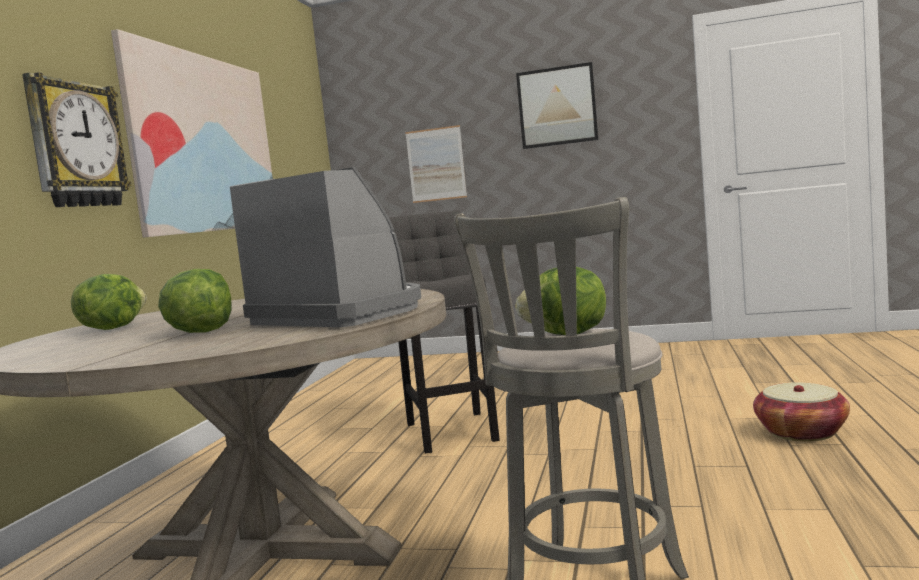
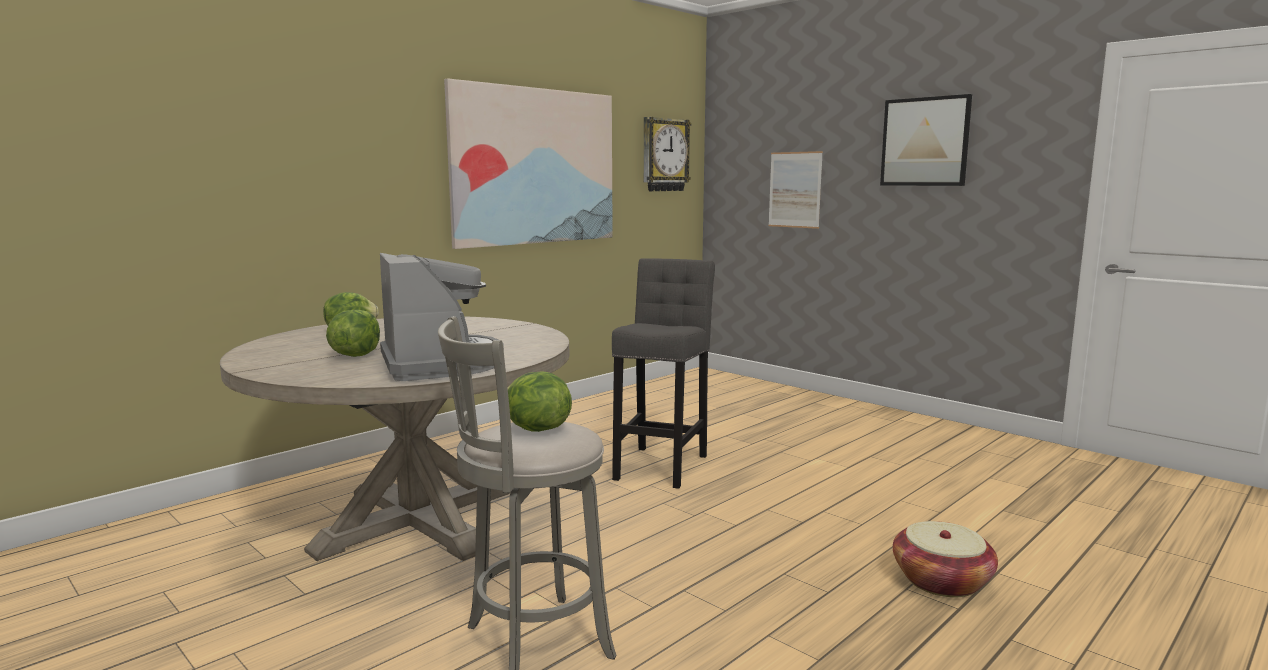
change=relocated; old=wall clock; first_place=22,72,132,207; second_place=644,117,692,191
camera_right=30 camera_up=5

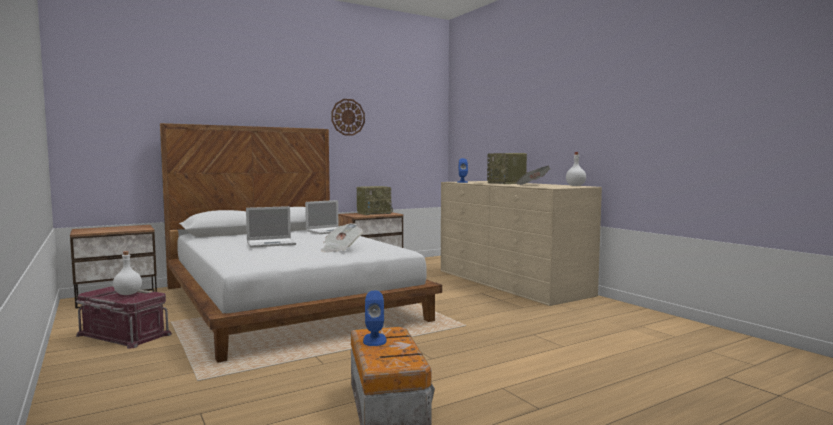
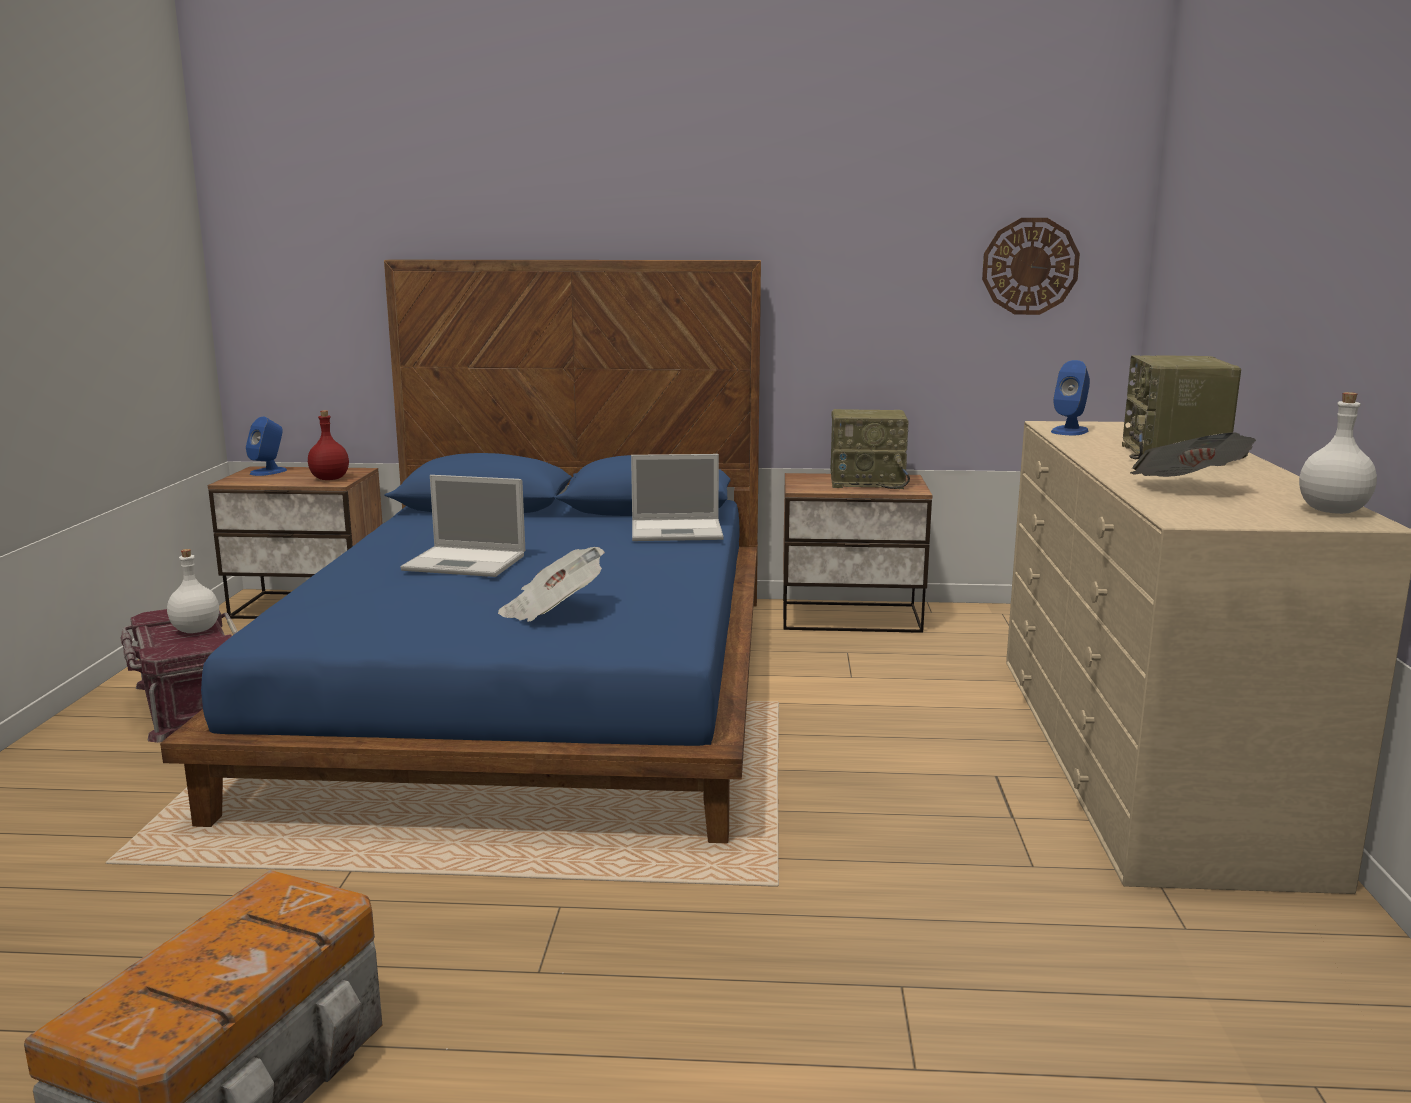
change=colour; old=bed/white; new=bed/blue; first_place=160,123,442,363; second_place=160,260,761,843
change=relocated; old=speaker/blue; first_place=363,290,386,346; second_place=246,417,287,476
change=appeared; new=bottle/red; second_place=308,410,349,480
change=relocated; old=wall clock; first_place=331,99,365,136; second_place=982,218,1080,315
camera_right=35 camera_up=10

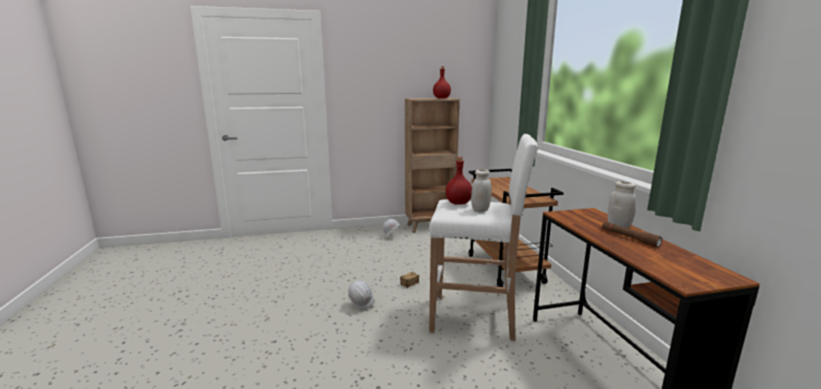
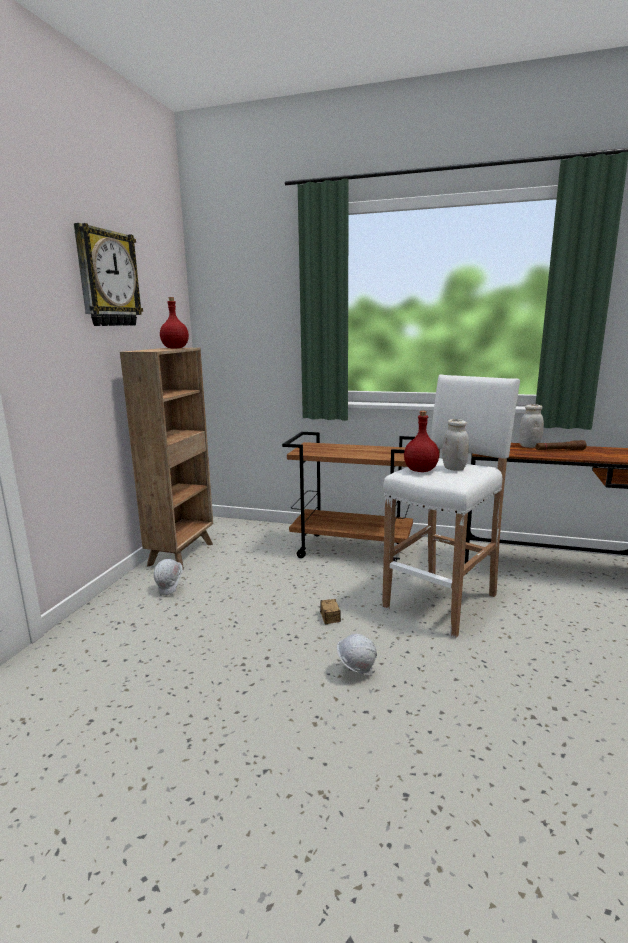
change=appeared; new=wall clock; second_place=74,223,143,326
camera_right=-60 camera_up=0

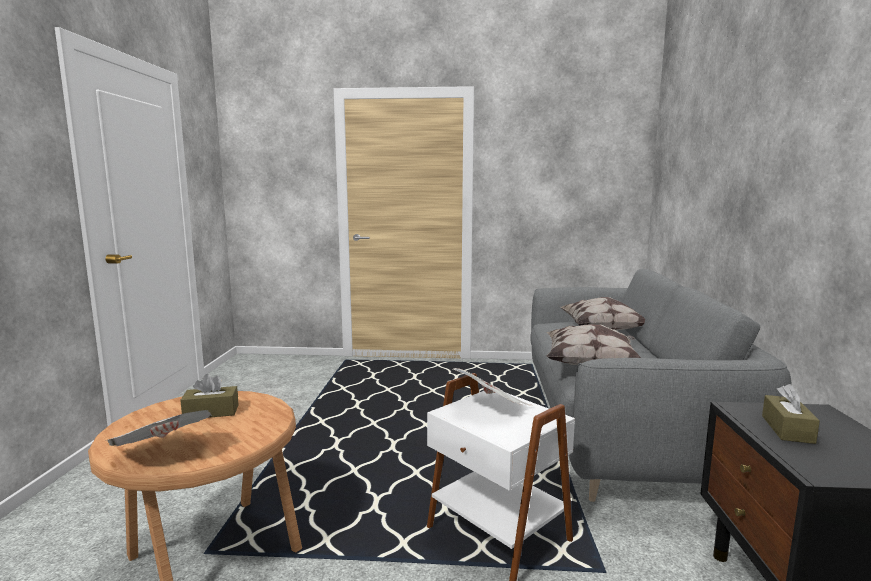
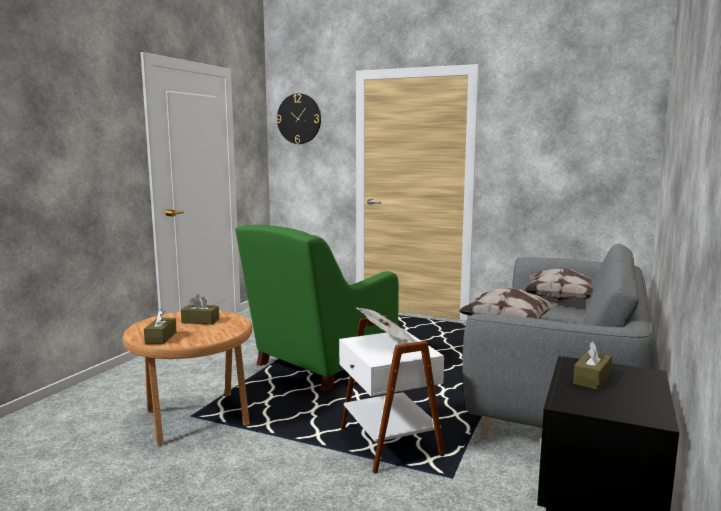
change=exchanged; old=newspaper; new=tissue box/brown; first_place=106,410,212,447; second_place=144,308,177,344
change=appeared; new=armchair/green; second_place=235,225,399,392
change=appeared; new=wall clock; second_place=276,93,321,144
camera_right=20 camera_up=0

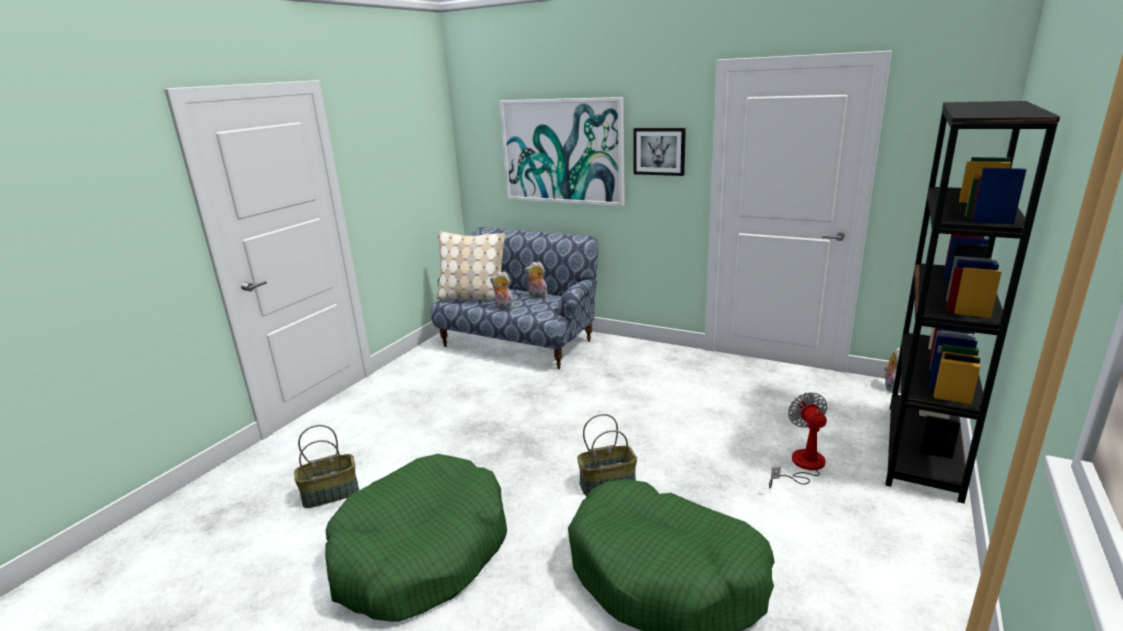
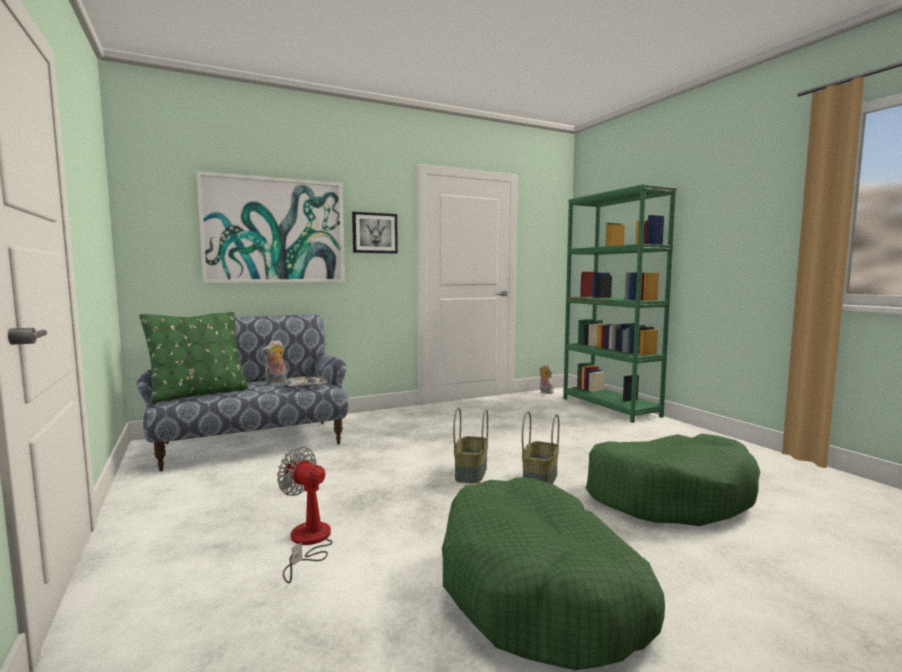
change=colour; old=pillow/beige; new=pillow/green; first_place=436,231,505,301; second_place=139,312,249,403
change=relocated; old=fan; first_place=769,392,828,489; second_place=277,447,333,584
change=appeared; new=tray; second_place=284,376,328,388
change=relocated; old=basket; first_place=294,425,359,508; second_place=453,407,488,484
change=colour; old=bookcase/black; new=bookcase/green; first_place=885,101,1060,504; second_place=563,184,677,423
change=missing; old=plush toy; first_place=490,271,514,310
camera_right=-55 camera_up=-15

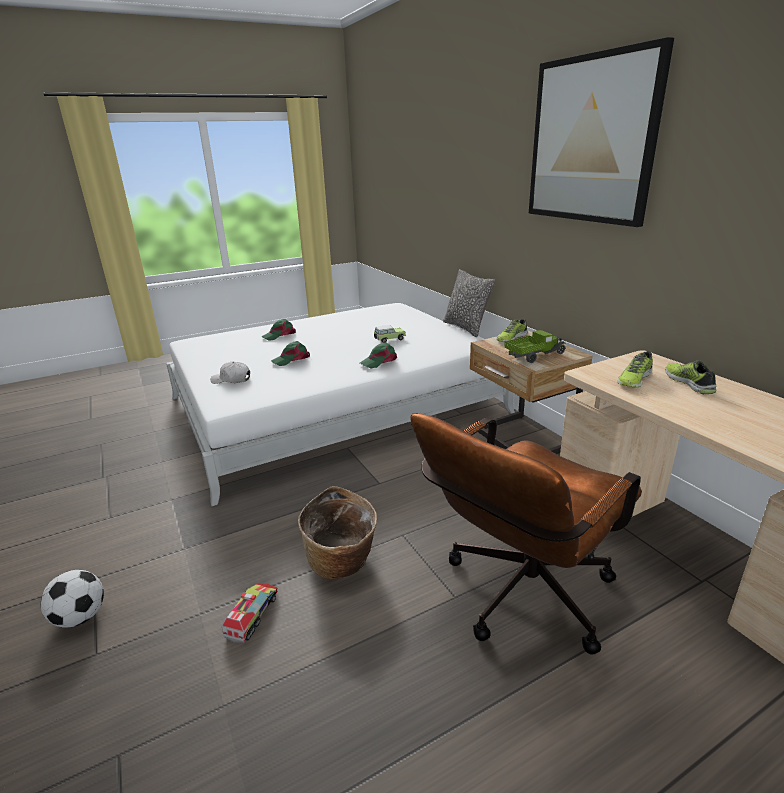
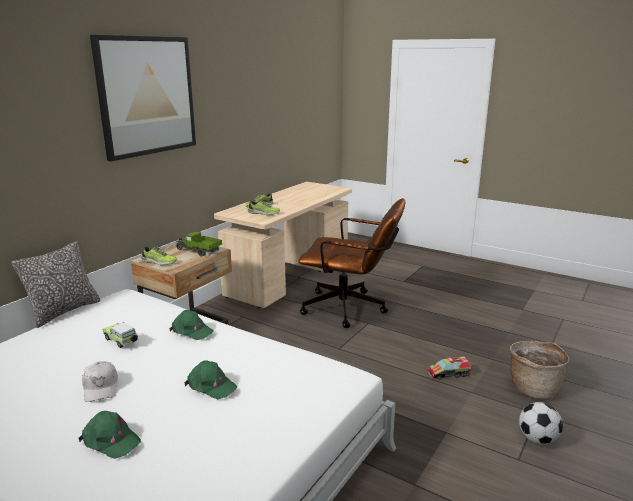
change=relocated; old=cap/white; first_place=210,361,250,384; second_place=82,361,118,402
change=relocated; old=basket; first_place=298,486,377,579; second_place=510,341,570,399
camera_right=-120 camera_up=-5

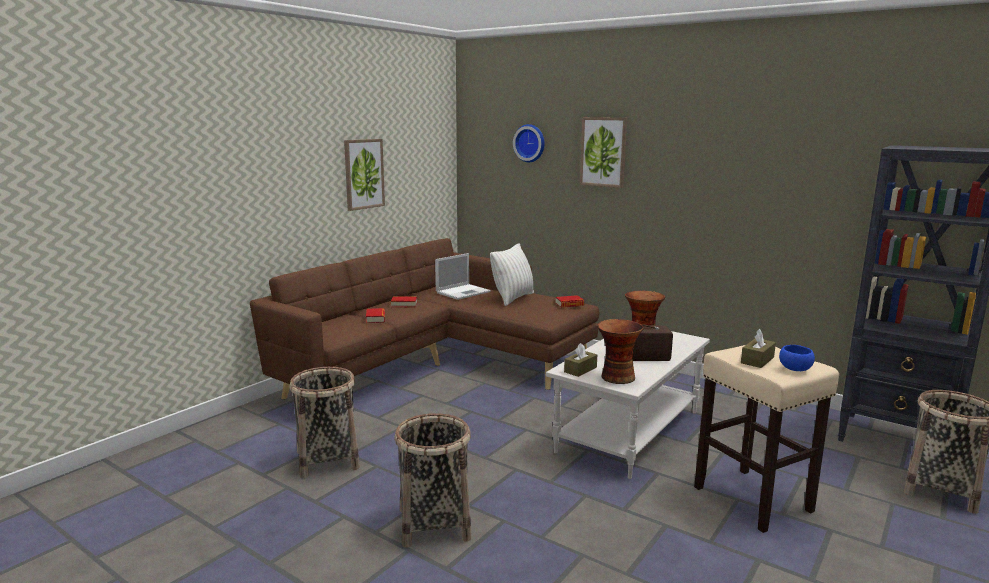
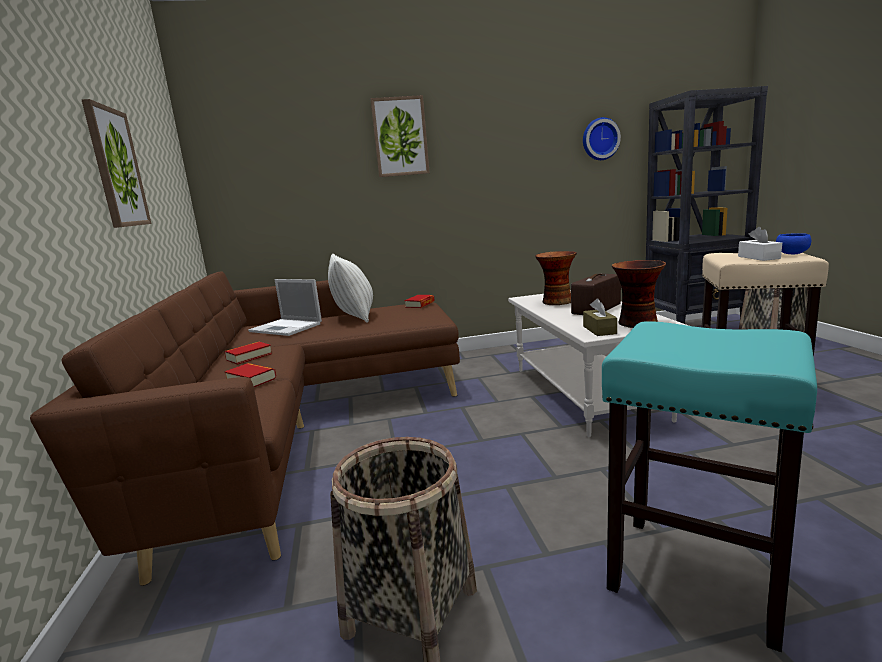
change=spun; old=laptop; first_place=435,253,491,300; second_place=248,279,322,336; degrees=120
change=relocated; old=wall clock; first_place=513,124,545,162; second_place=583,117,621,160
change=exchanged; old=basket; new=stool/turquoise; first_place=394,413,472,548; second_place=602,321,817,652
change=colour; old=tissue box/brown; new=tissue box/white; first_place=741,329,776,368; second_place=738,227,782,261
camera_right=-45 camera_up=0

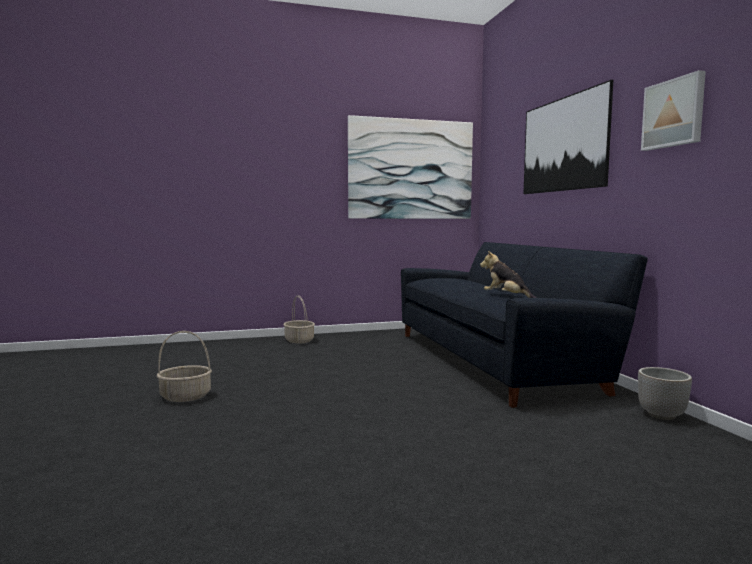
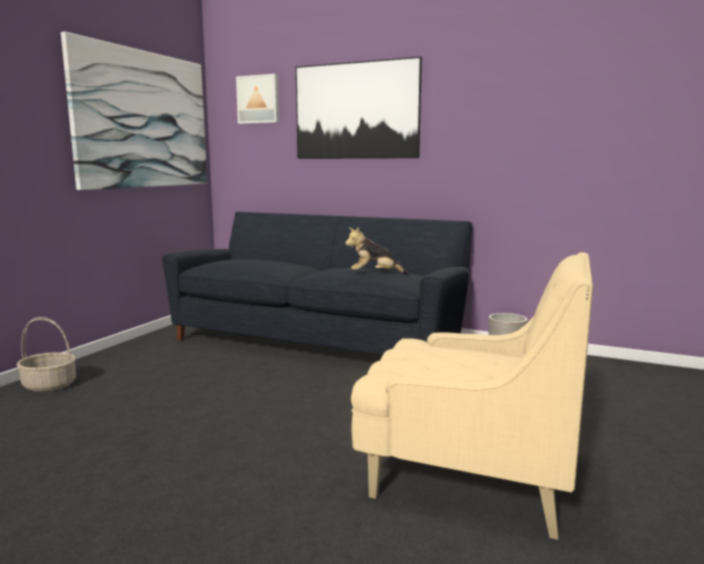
change=relocated; old=picture; first_place=641,70,706,151; second_place=236,74,279,124
change=appeared; new=armchair/beige; second_place=351,252,593,540
change=missing; old=basket; first_place=157,331,212,402
camera_right=-50 camera_up=5

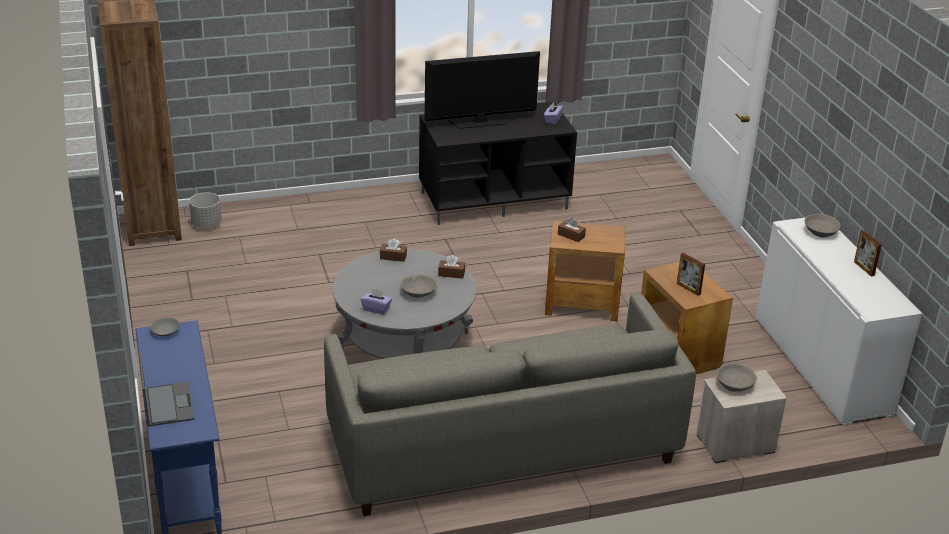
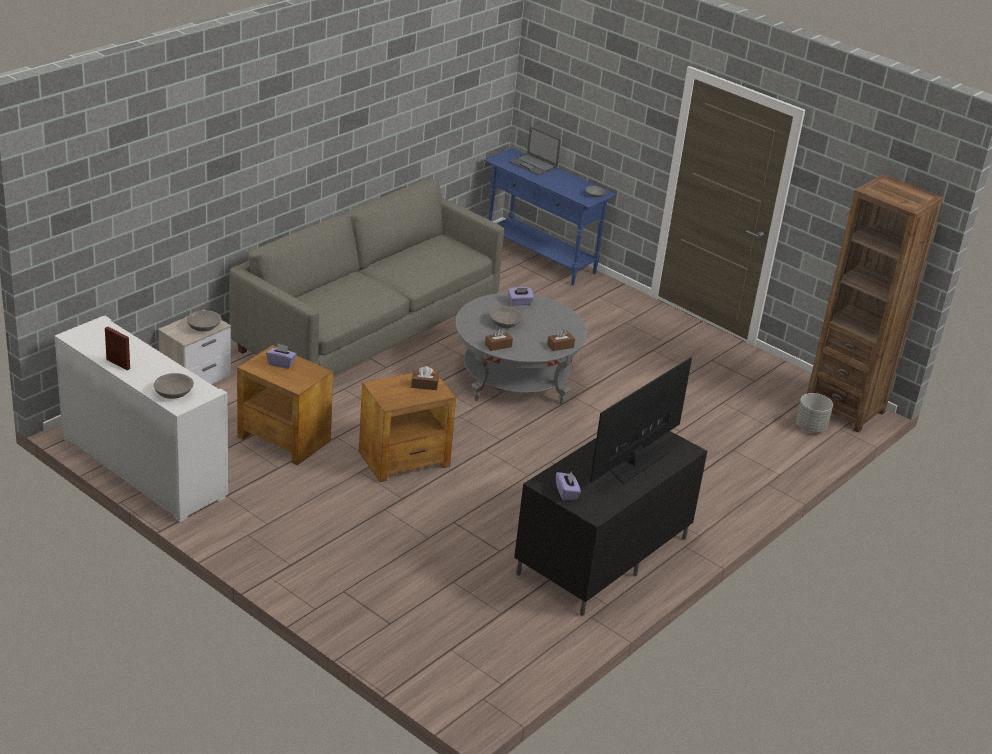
change=exchanged; old=picture frame; new=tissue box/purple; first_place=677,253,705,296; second_place=266,344,297,369
camera_right=145 camera_up=0

